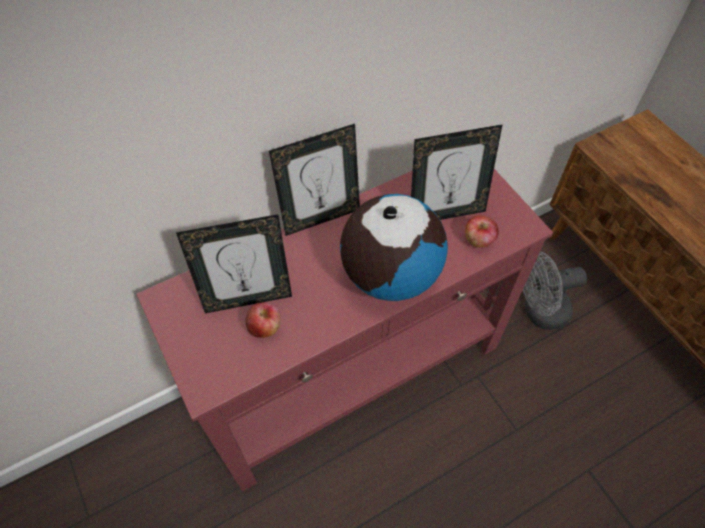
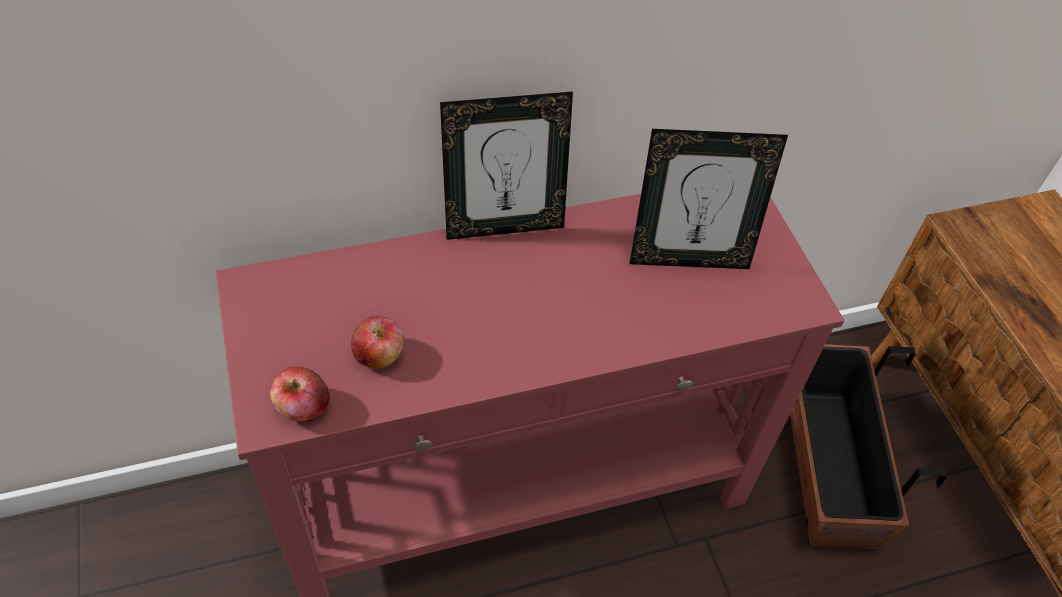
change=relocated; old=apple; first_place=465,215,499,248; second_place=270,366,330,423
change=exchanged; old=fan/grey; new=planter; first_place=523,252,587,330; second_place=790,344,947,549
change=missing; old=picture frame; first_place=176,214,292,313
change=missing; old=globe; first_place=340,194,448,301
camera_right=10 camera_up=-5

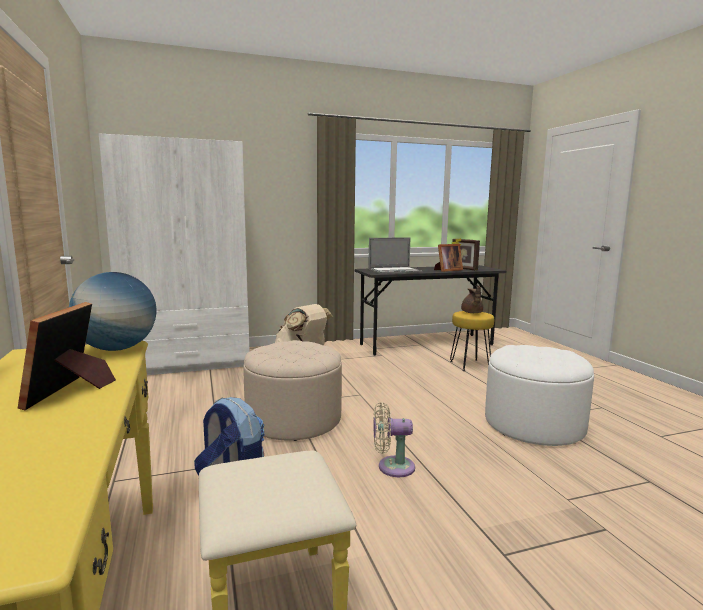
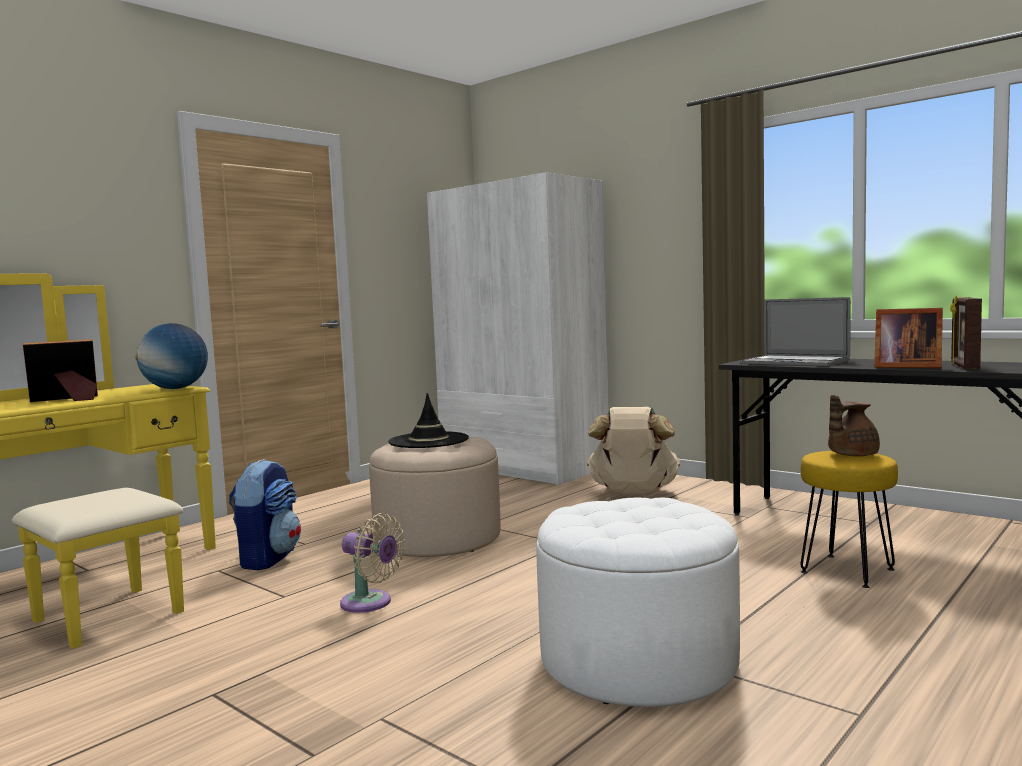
change=spun; old=fan/beige; first_place=373,402,415,477; second_place=340,513,405,613; degrees=150
change=appeared; new=hat/black; second_place=388,393,469,448
camera_right=60 camera_up=-5

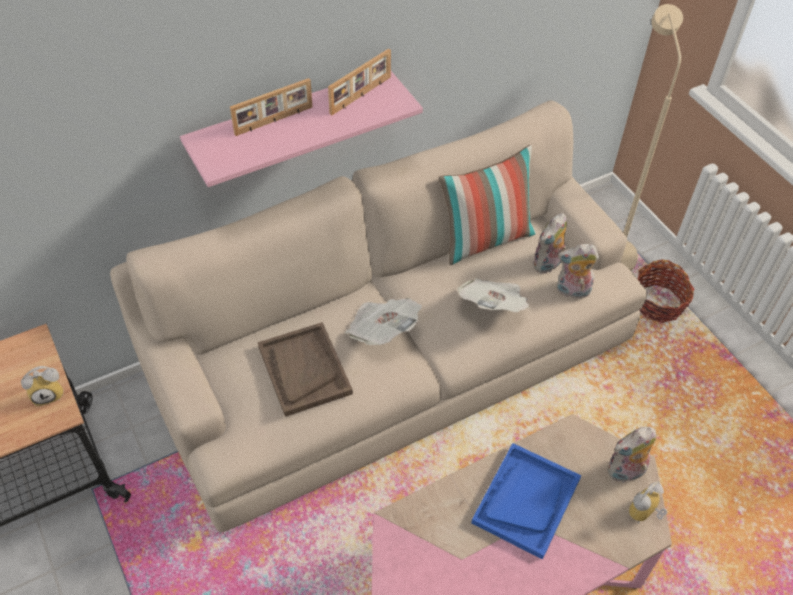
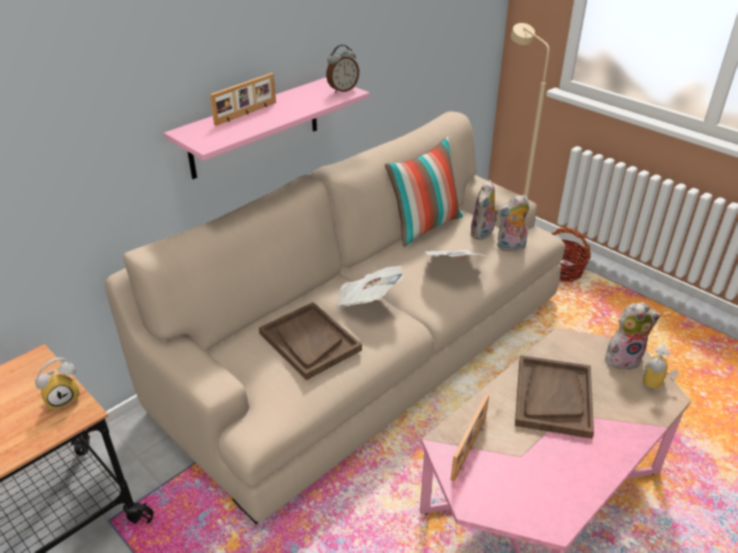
change=appeared; new=alarm clock; second_place=326,45,359,93
change=relocated; old=picture frame; first_place=328,49,391,115; second_place=451,394,489,482
change=colour; old=tray/blue; new=tray/brown; first_place=471,443,581,560; second_place=515,355,594,439
change=spun; old=plush toy; first_place=608,427,656,483; second_place=605,303,661,370; degrees=-150
camera_right=-15 camera_up=-15

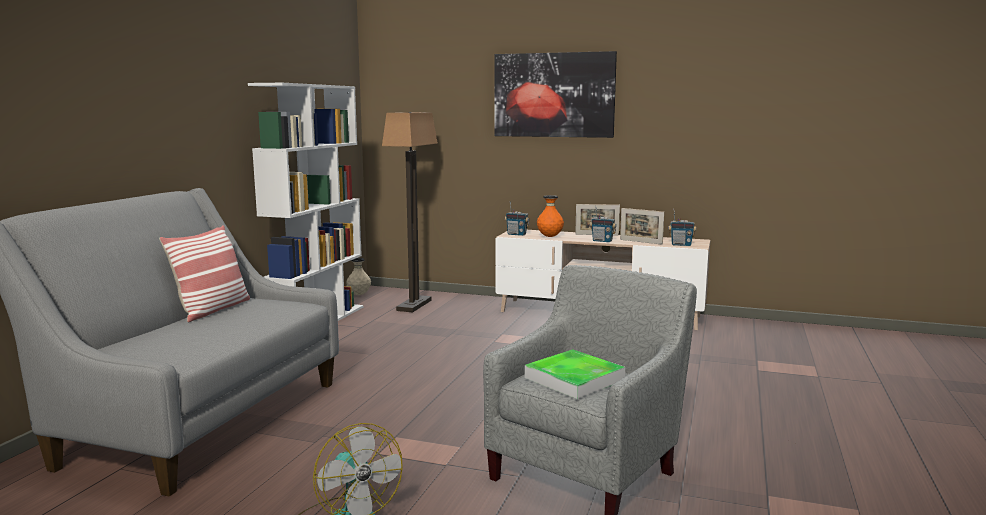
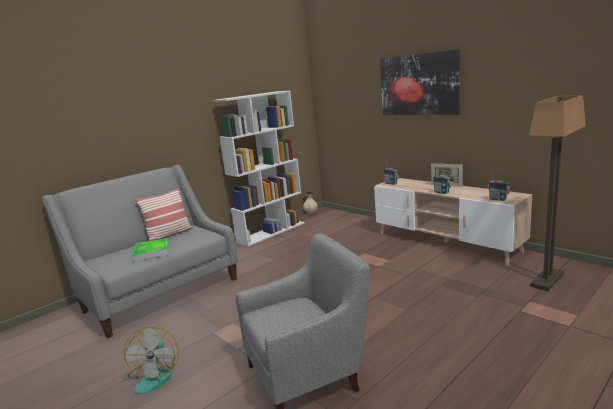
change=relocated; old=tray; first_place=525,349,625,399; second_place=131,238,170,261
change=relocated; old=floor lamp; first_place=382,112,438,313; second_place=529,95,586,291
change=missing; old=vase/orange; first_place=537,195,564,237
change=missing; old=picture frame; first_place=620,208,664,245
camera_right=30 camera_up=5

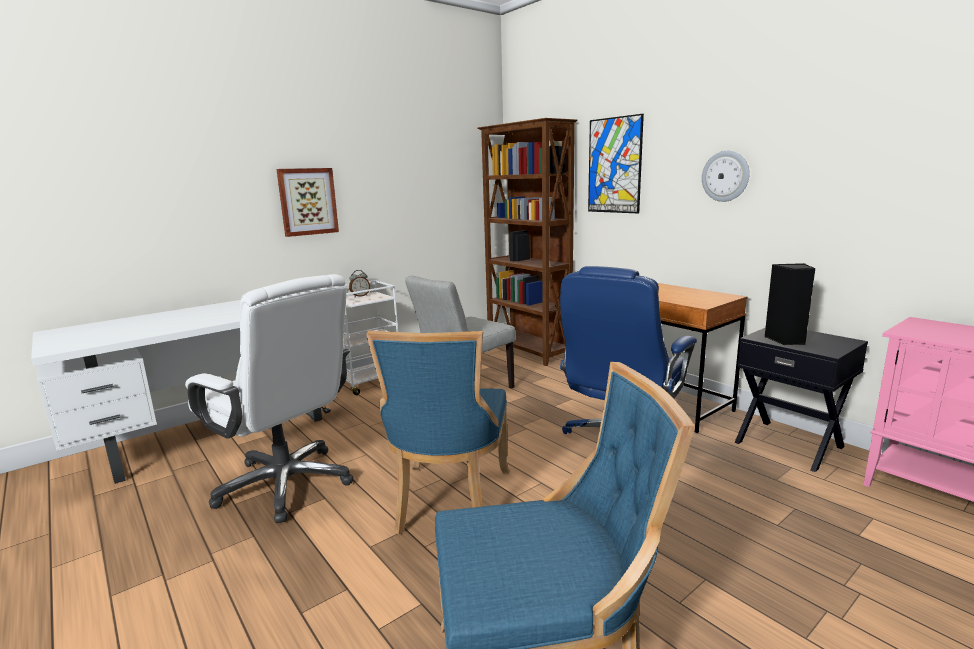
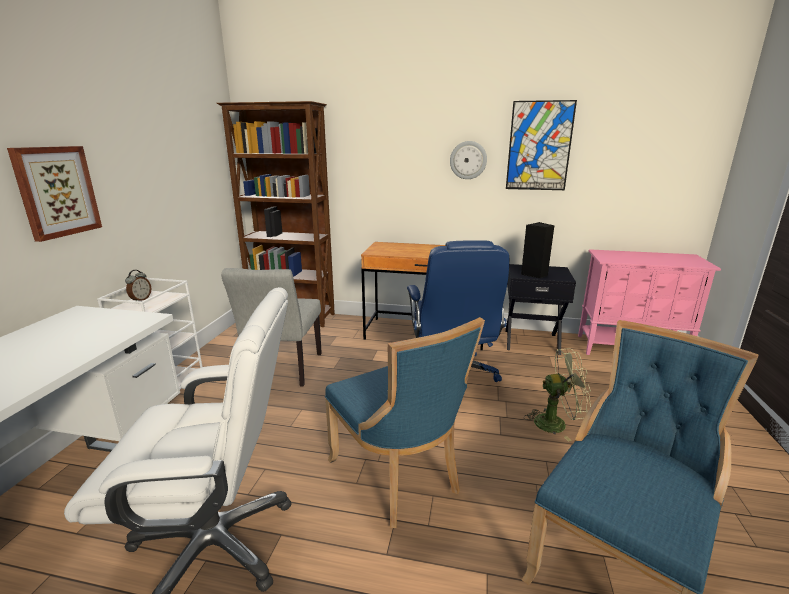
change=relocated; old=picture; first_place=588,114,644,213; second_place=506,100,577,190
change=appeared; new=fan/green; second_place=524,348,591,442
camera_right=-40 camera_up=5

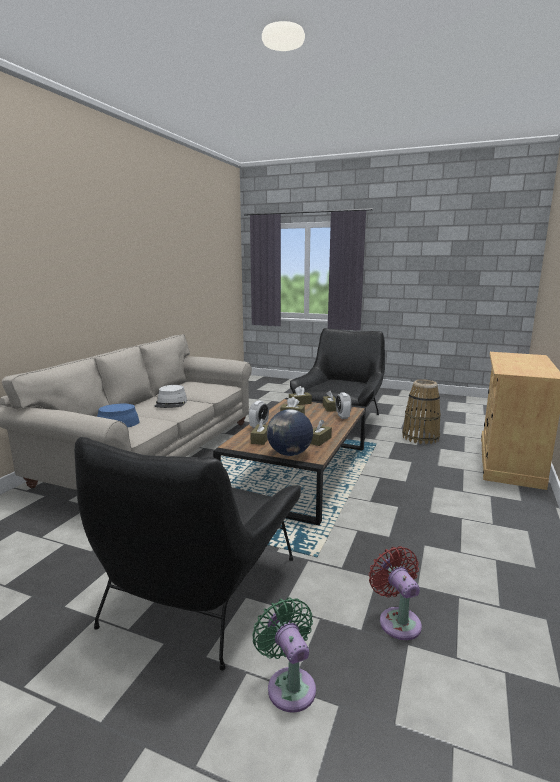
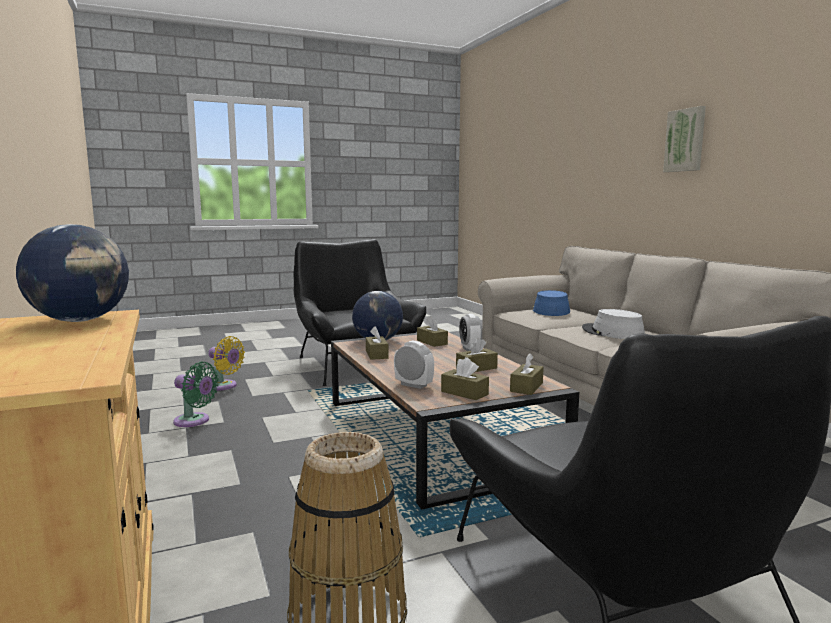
change=appeared; new=globe; second_place=16,224,129,322
change=relocated; old=fan/green; first_place=252,597,316,713; second_place=173,361,219,427
change=colour; old=fan/red; new=fan/yellow; first_place=369,546,422,640; second_place=208,336,245,391
change=appeared; new=picture; second_place=663,106,706,172
camera_right=135 camera_up=-5

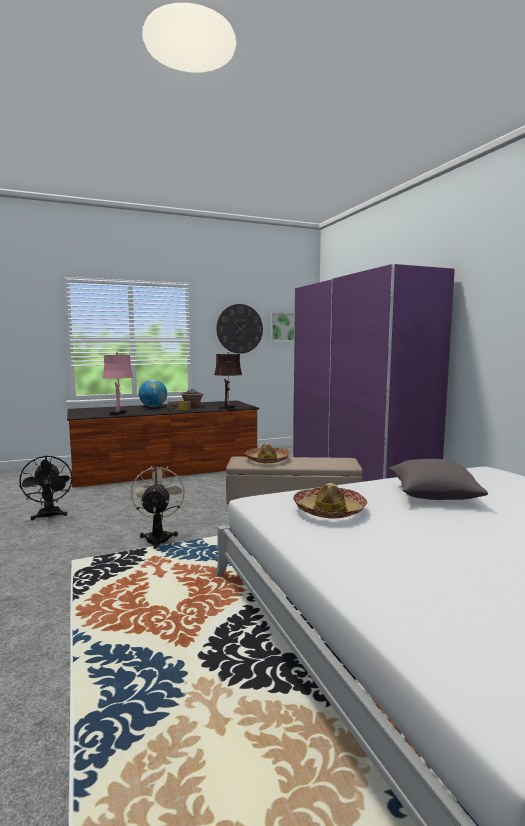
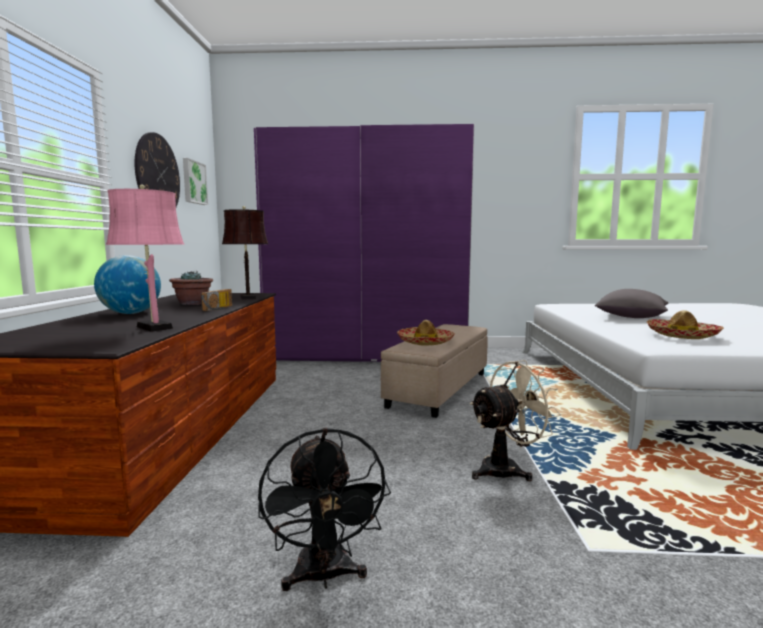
change=spun; old=fan/black; first_place=19,456,73,520; second_place=258,428,391,591; degrees=75
change=spun; old=fan/beige; first_place=131,466,185,549; second_place=470,360,561,481; degrees=135
camera_right=-65 camera_up=0

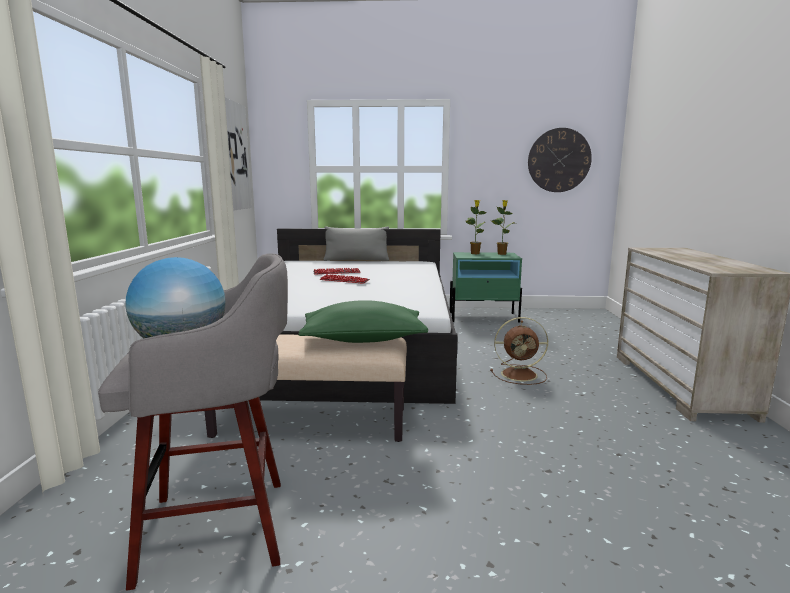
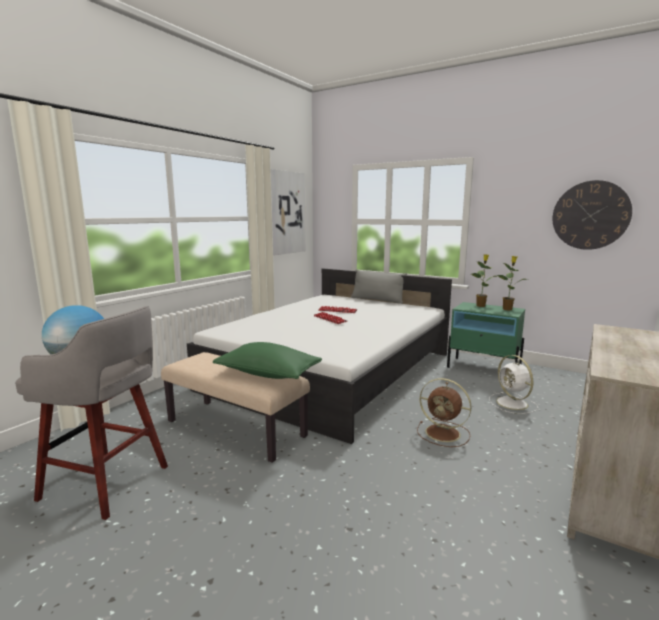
change=appeared; new=fan/white; second_place=489,355,538,414
camera_right=30 camera_up=0

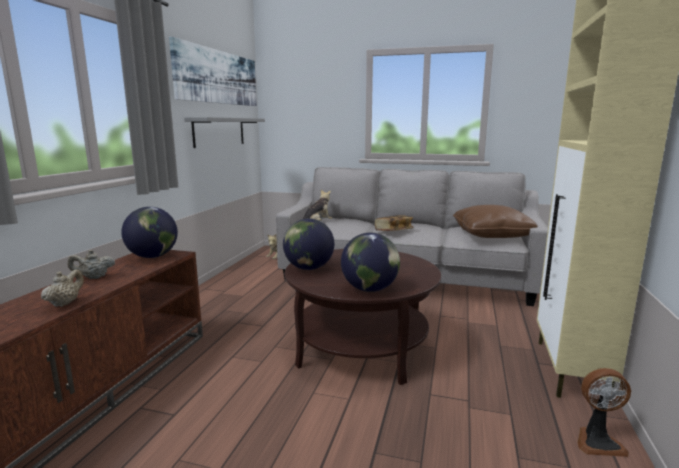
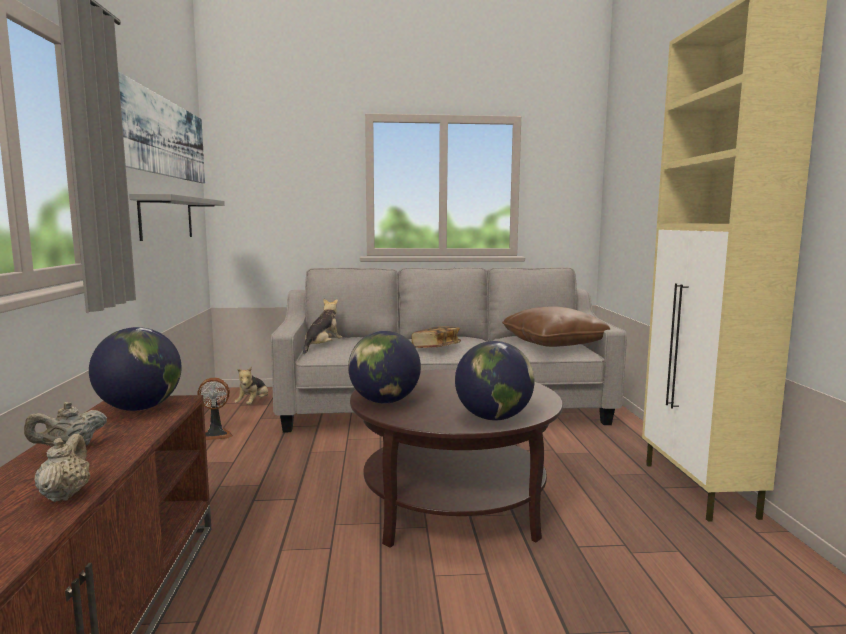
change=relocated; old=fan; first_place=578,368,631,457; second_place=197,378,233,440
camera_right=-20 camera_up=-5

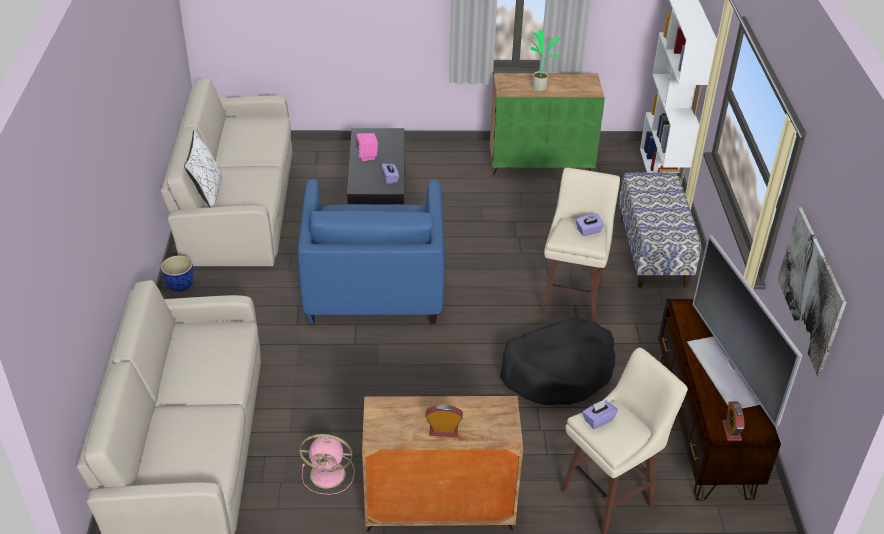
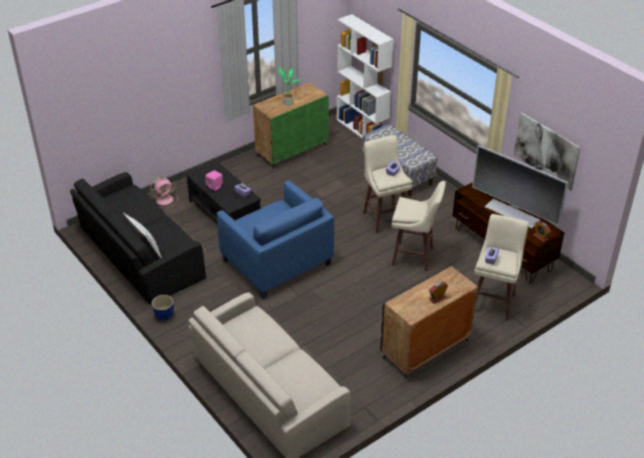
change=colour; old=sofa/beige; new=sofa/black; first_place=161,78,292,266; second_place=70,172,206,305
change=relocated; old=fan/pink; first_place=300,434,355,495; second_place=150,175,178,208
change=exchanged; old=dog bed/black; new=stool/beige; first_place=500,318,615,405; second_place=392,181,446,271
camera_right=-35 camera_up=0

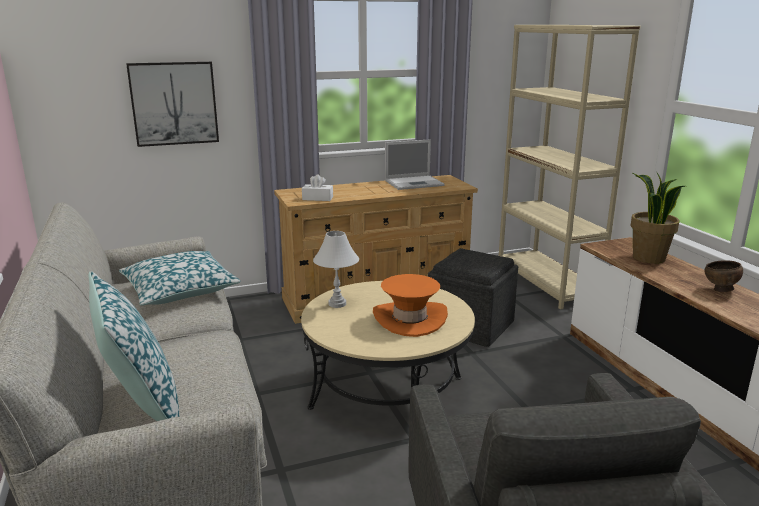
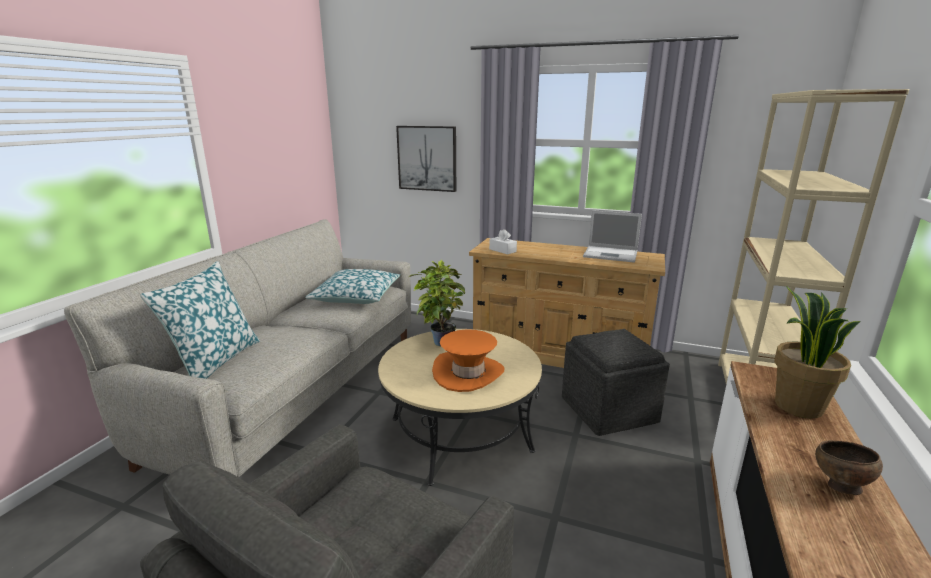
change=exchanged; old=table lamp/white; new=potted plant; first_place=313,231,359,308; second_place=409,260,465,346
camera_right=40 camera_up=0

